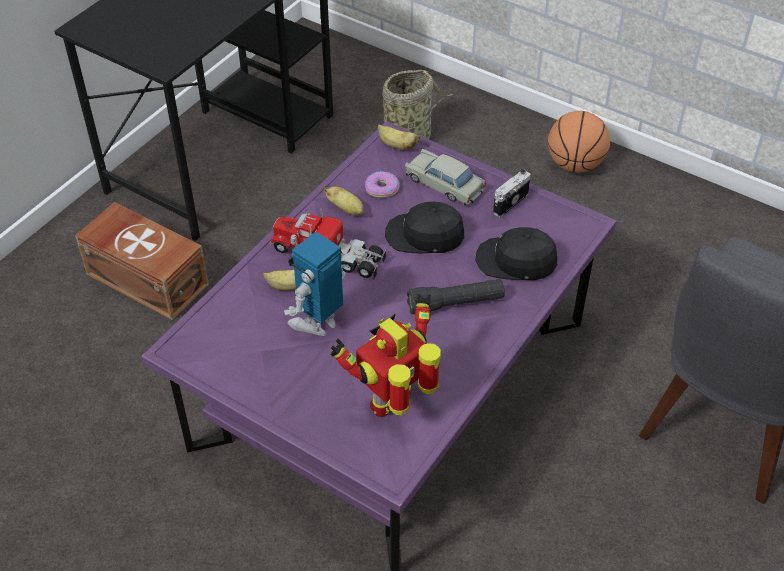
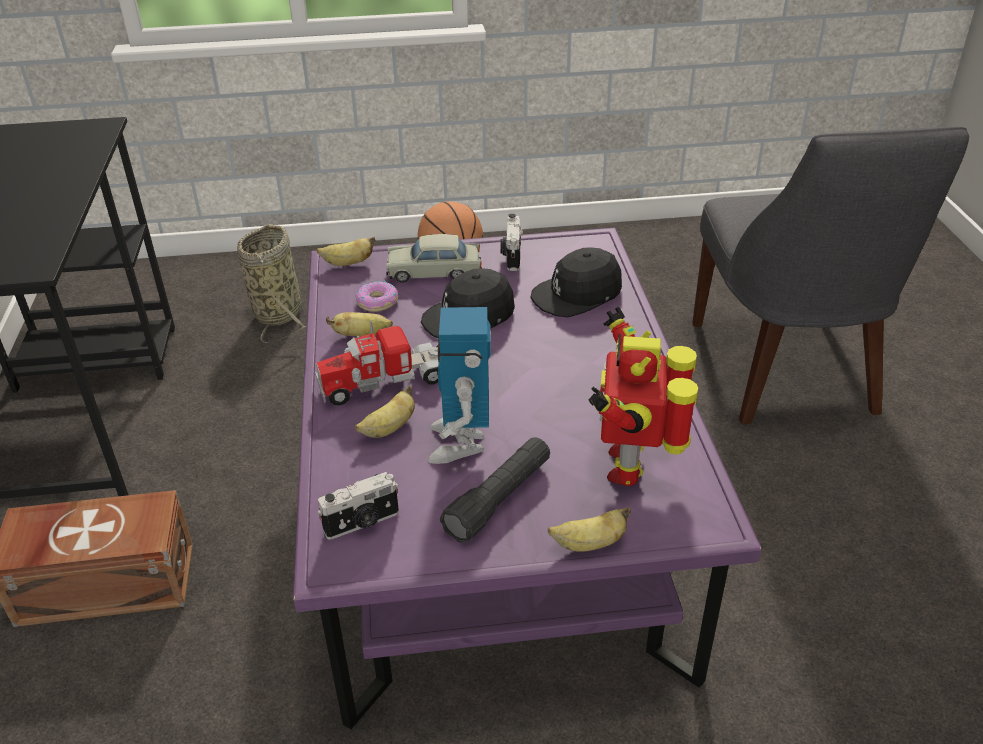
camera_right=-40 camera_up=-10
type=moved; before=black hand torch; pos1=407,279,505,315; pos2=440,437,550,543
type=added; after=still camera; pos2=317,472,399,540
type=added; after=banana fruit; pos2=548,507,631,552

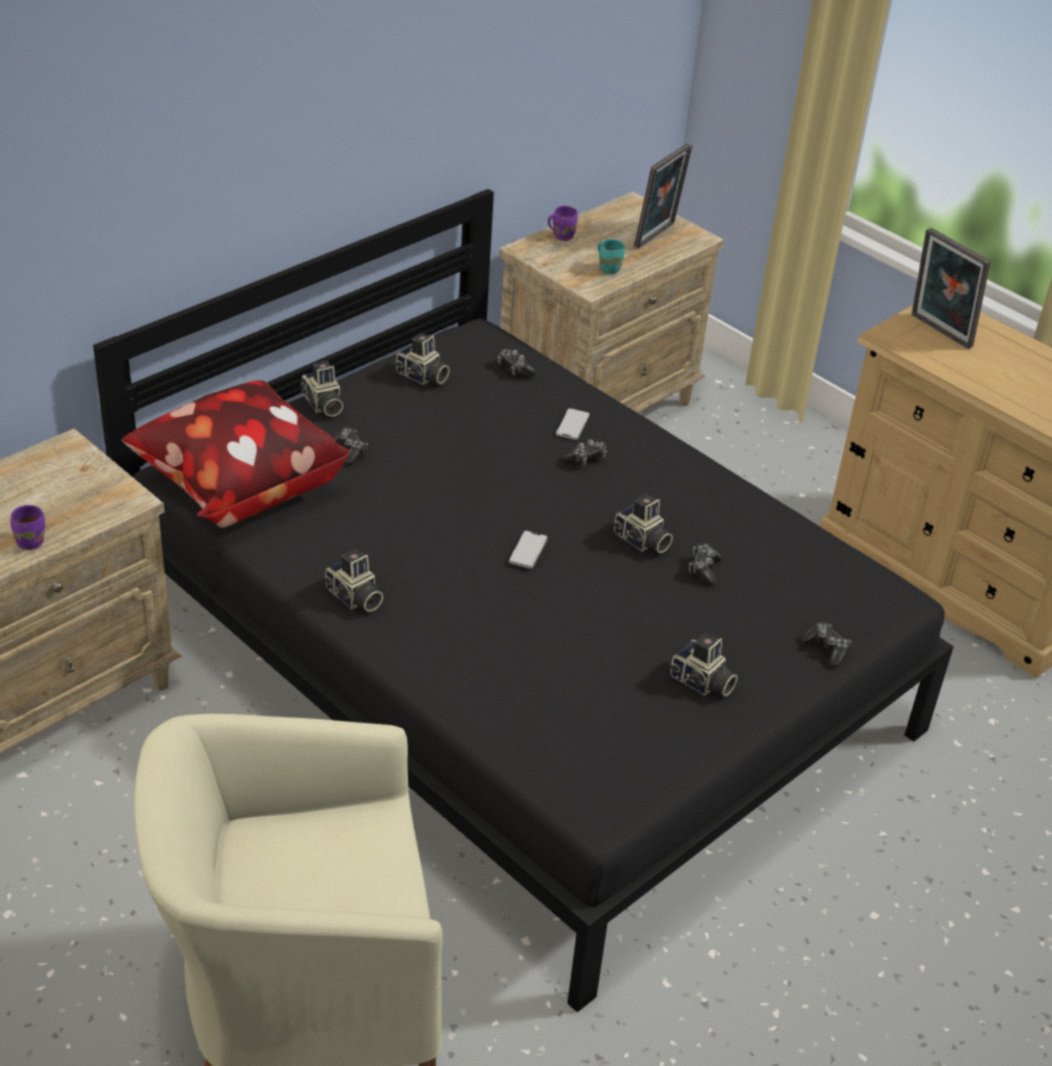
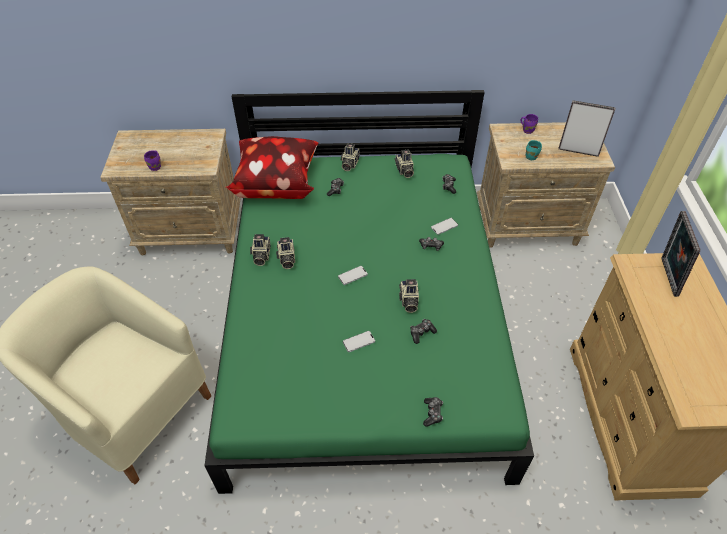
camera_right=45 camera_up=10
type=recoloured; before=black bed; after=green bed; pos1=93,189,954,1012; pos2=204,90,534,494
type=turned; before=photo frame; pos1=634,143,693,249; pos2=559,100,615,157; turn=-150
type=moved; before=still camera; pos1=669,633,738,696; pos2=276,237,295,269
type=added; after=phone; pos2=343,331,375,352

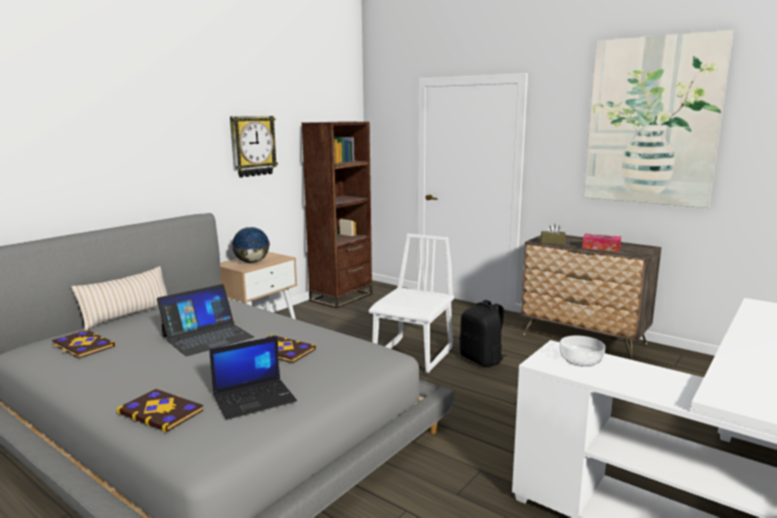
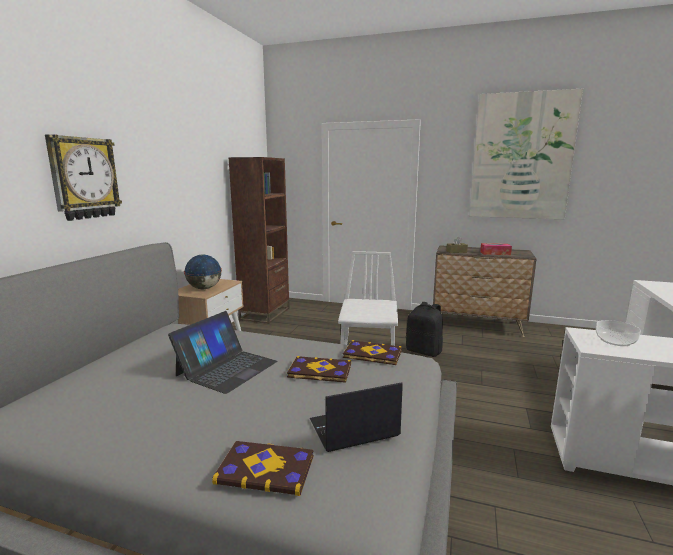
camera_right=-20 camera_up=0
type=moved; before=volume; pos1=52,329,116,359; pos2=343,340,402,365
type=removed; before=beige-coloured throw pillow; pos1=71,266,168,330
type=turned; before=laptop; pos1=209,336,297,420; pos2=310,382,403,452; turn=-150
type=moved; before=clock on the wall; pos1=230,116,278,178; pos2=45,134,122,221

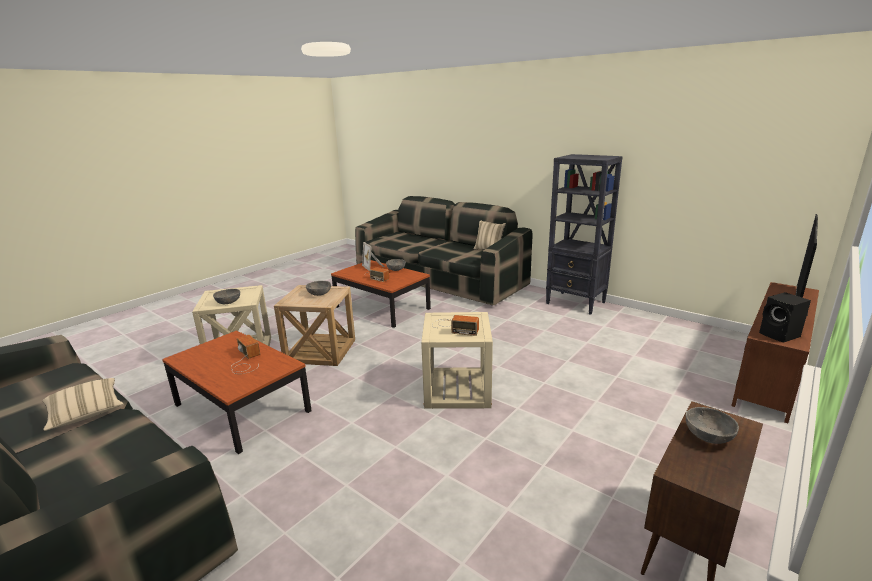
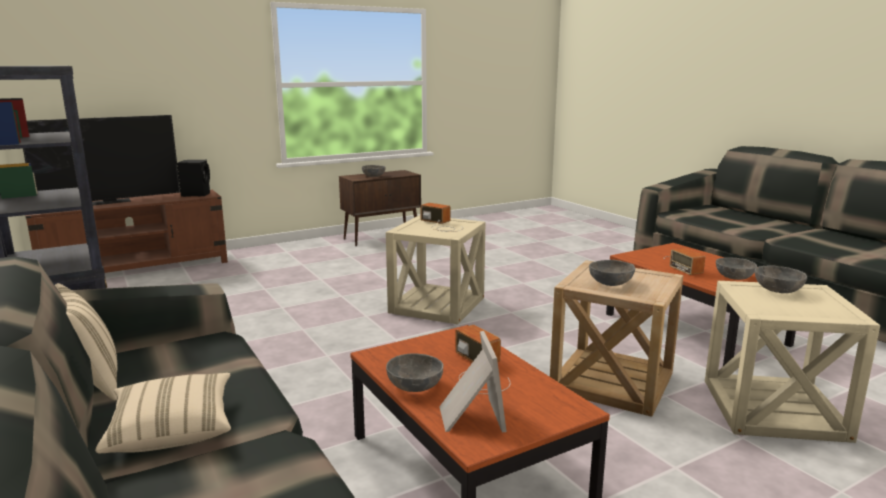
camera_right=-160 camera_up=-5
type=moved; before=beige-coloured throw pillow; pos1=42,378,124,431; pos2=95,373,231,453
type=added; after=gray bowl; pos2=716,257,757,280

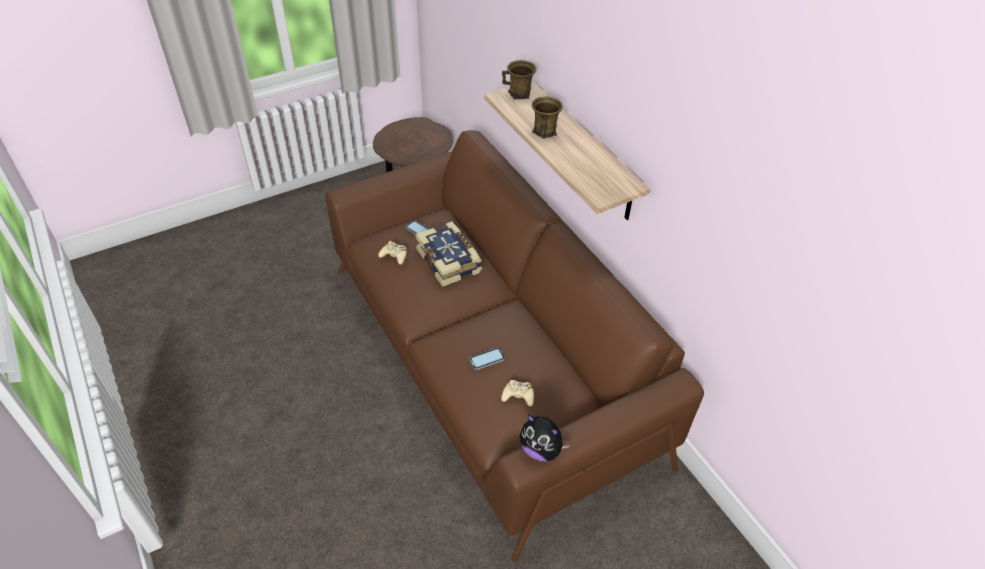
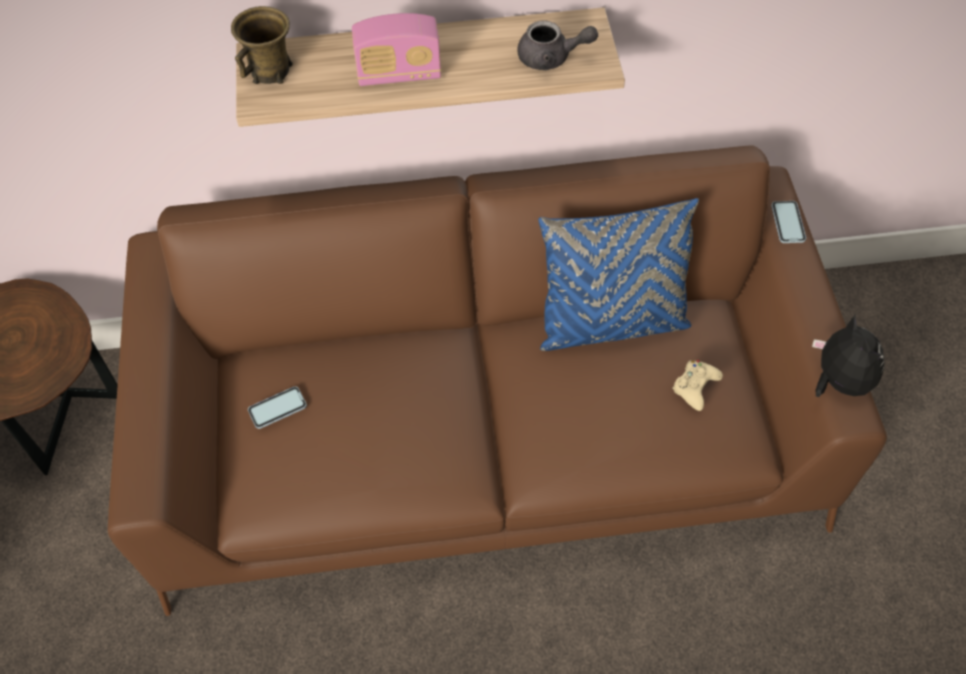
camera_right=-65 camera_up=10
type=removed; before=beige-coloured joypad; pos1=378,241,407,265
type=removed; before=volume; pos1=415,221,482,287
type=moved; before=phone; pos1=469,348,505,370; pos2=771,201,806,243
type=turned; before=cuddly toy; pos1=520,414,570,461; pos2=812,315,884,397; turn=-75
type=replaced; before=brown coffee mug; after=radio; pos1=531,97,563,139; pos2=352,13,441,86
type=added; after=gray tea pot; pos2=517,20,598,70
type=added; after=blue-coloured throw pillow; pos2=538,198,699,351

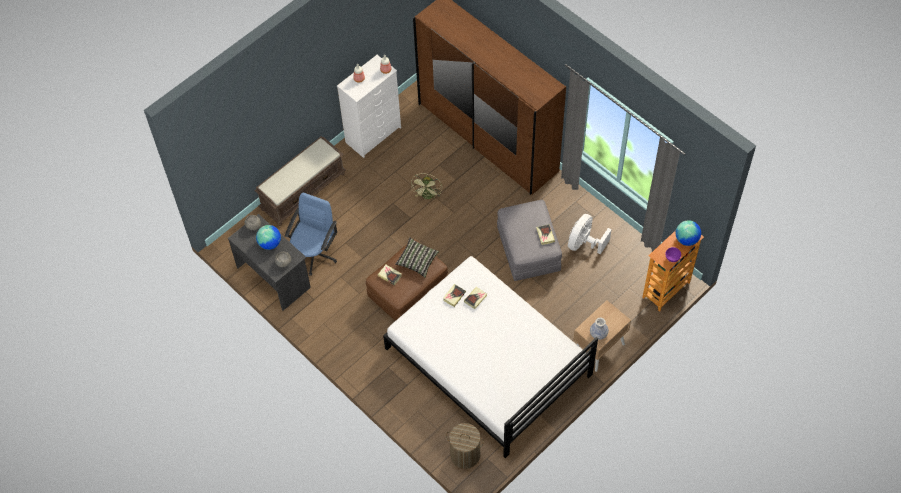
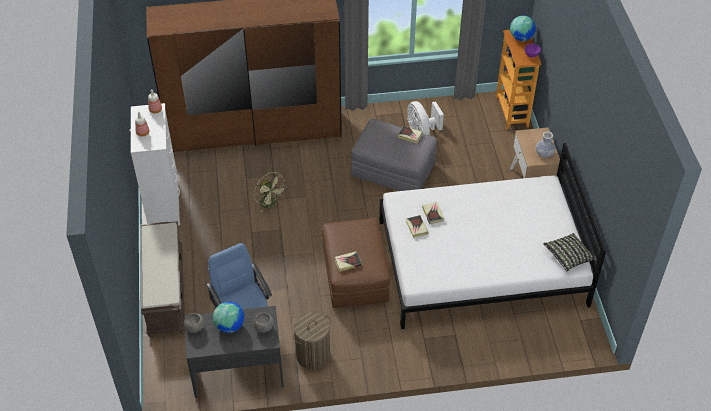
camera_right=-55 camera_up=-10
type=moved; before=throw pillow; pos1=395,238,439,278; pos2=543,233,597,271
type=moved; before=hamper; pos1=446,423,484,469; pos2=293,312,331,369

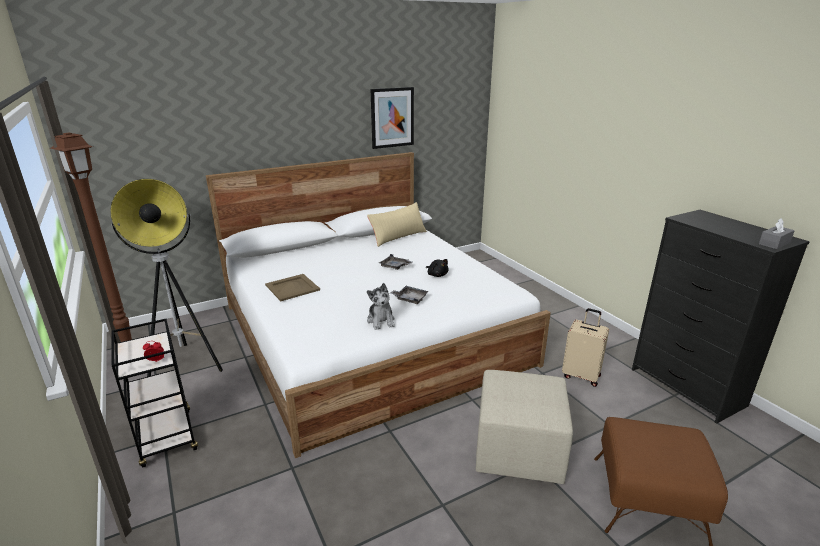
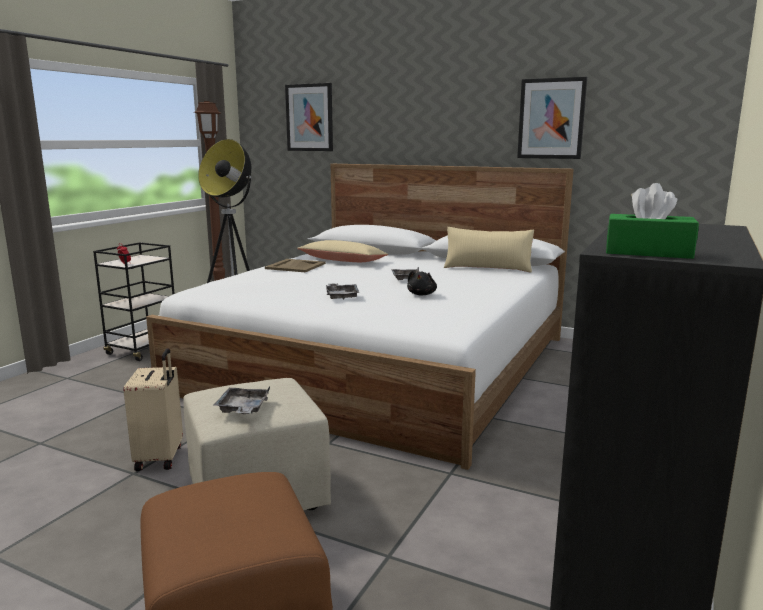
camera_right=55 camera_up=-10
type=removed; before=cuddly toy; pos1=367,283,395,330
type=moved; before=beige-coloured travel case; pos1=562,308,609,387; pos2=124,348,183,471
type=recoloured; before=gray tissue box; after=green tissue box; pos1=759,218,795,249; pos2=606,183,699,259
type=added; after=gray serving tray; pos2=214,387,270,414
type=added; after=wall art; pos2=285,83,333,151
type=added; after=beige-coloured throw pillow; pos2=297,240,388,262

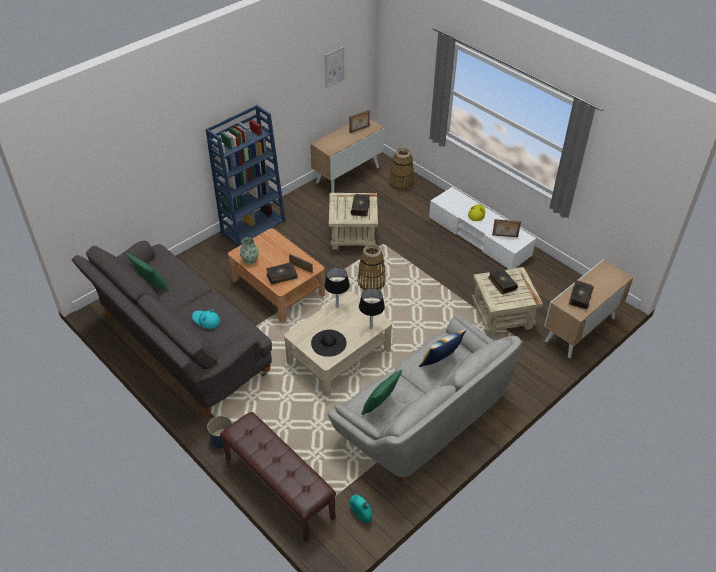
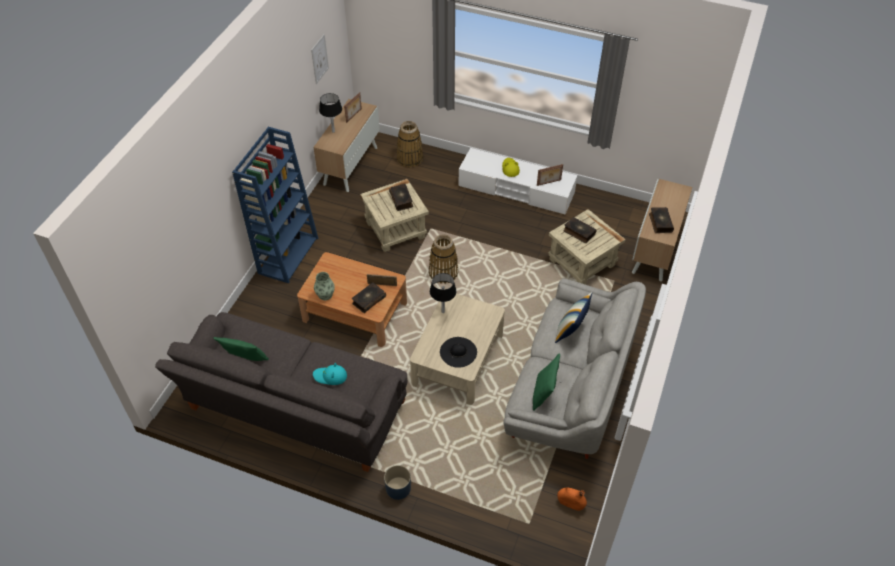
camera_right=-25 camera_up=5
type=removed; before=brown bench; pos1=220,412,336,542
type=recoloured; before=turquoise-coloured decorative vase; after=orangey decorative vase; pos1=349,493,372,523; pos2=557,487,587,511
type=moved; before=black tabletop lamp; pos1=359,288,385,329; pos2=319,93,342,133

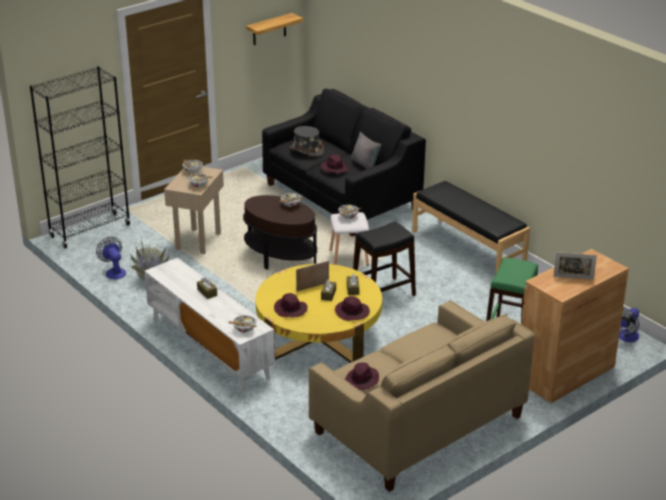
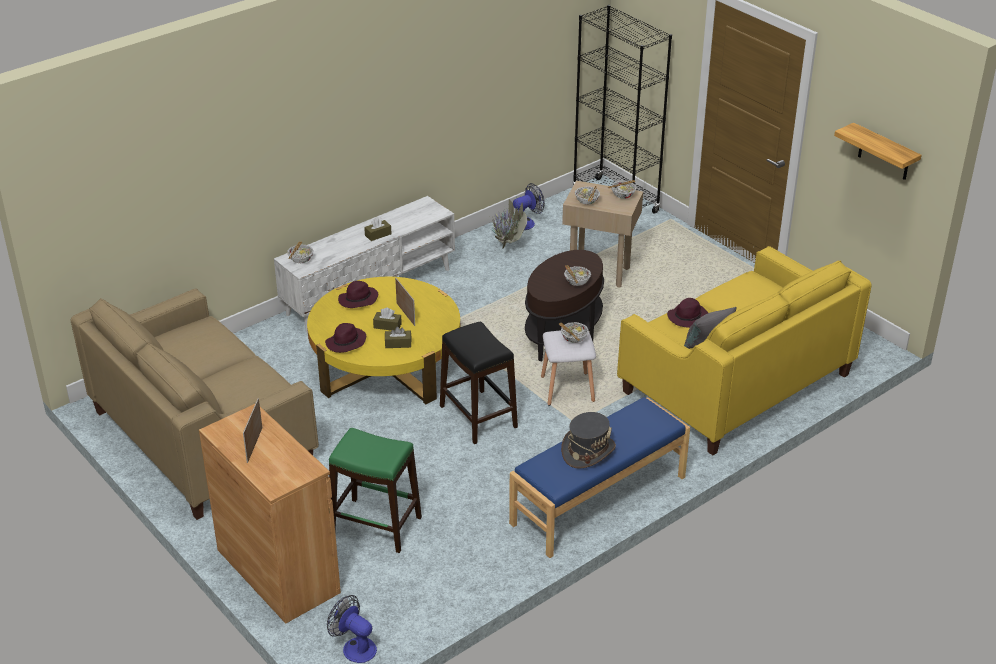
camera_right=90 camera_up=5
type=recoloured; before=black sofa; after=yellow-coloured sofa; pos1=262,88,426,237; pos2=617,246,872,455
type=moved; before=gray hat; pos1=290,126,324,157; pos2=561,412,616,469
type=removed; before=purple-coloured hat; pos1=345,363,379,390
type=recoloured; before=black bench; after=blue-coloured bench; pos1=412,181,530,275; pos2=509,397,690,558

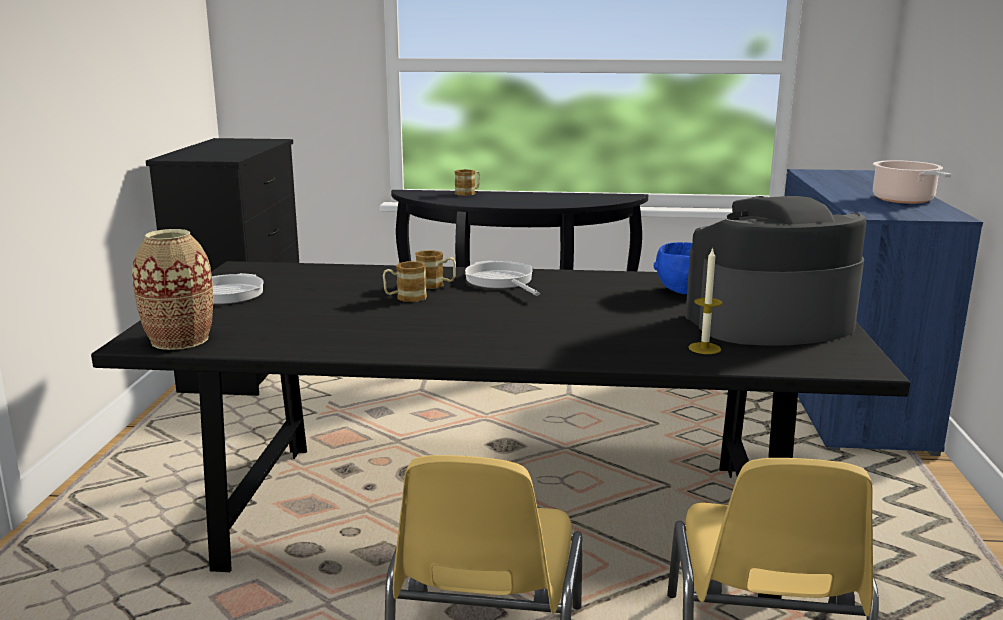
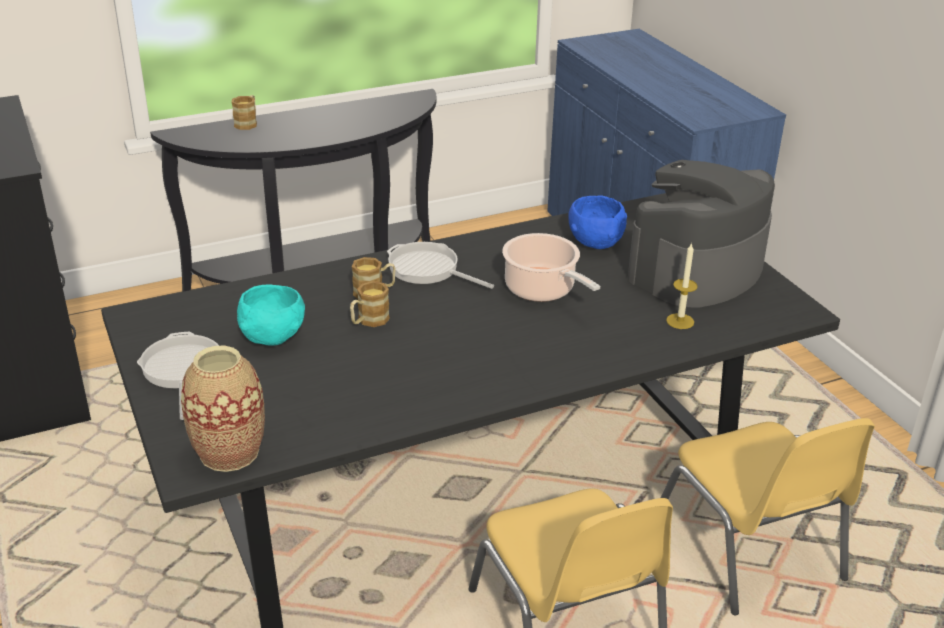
camera_right=-30 camera_up=15
type=moved; before=cooking pot; pos1=873,160,952,204; pos2=502,233,600,302
type=added; after=turquoise-coloured bowl; pos2=237,285,305,346

